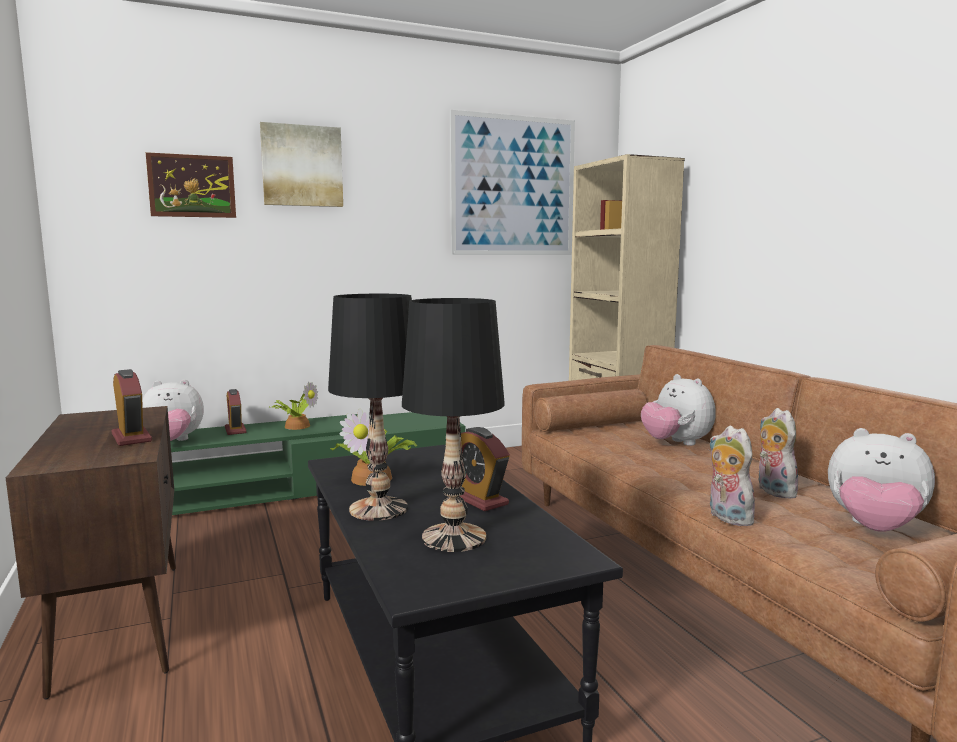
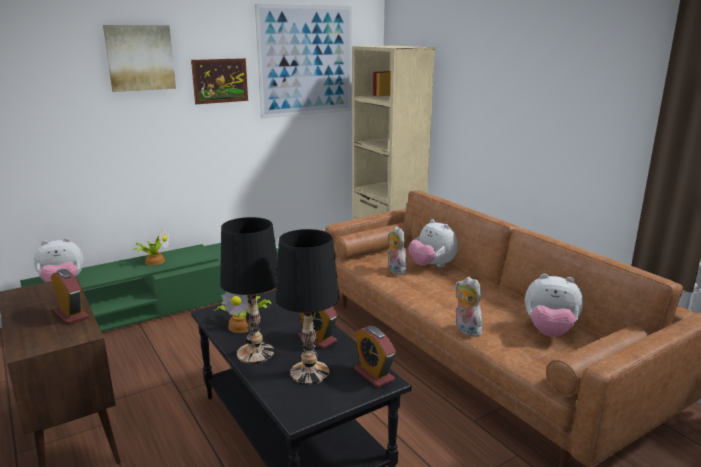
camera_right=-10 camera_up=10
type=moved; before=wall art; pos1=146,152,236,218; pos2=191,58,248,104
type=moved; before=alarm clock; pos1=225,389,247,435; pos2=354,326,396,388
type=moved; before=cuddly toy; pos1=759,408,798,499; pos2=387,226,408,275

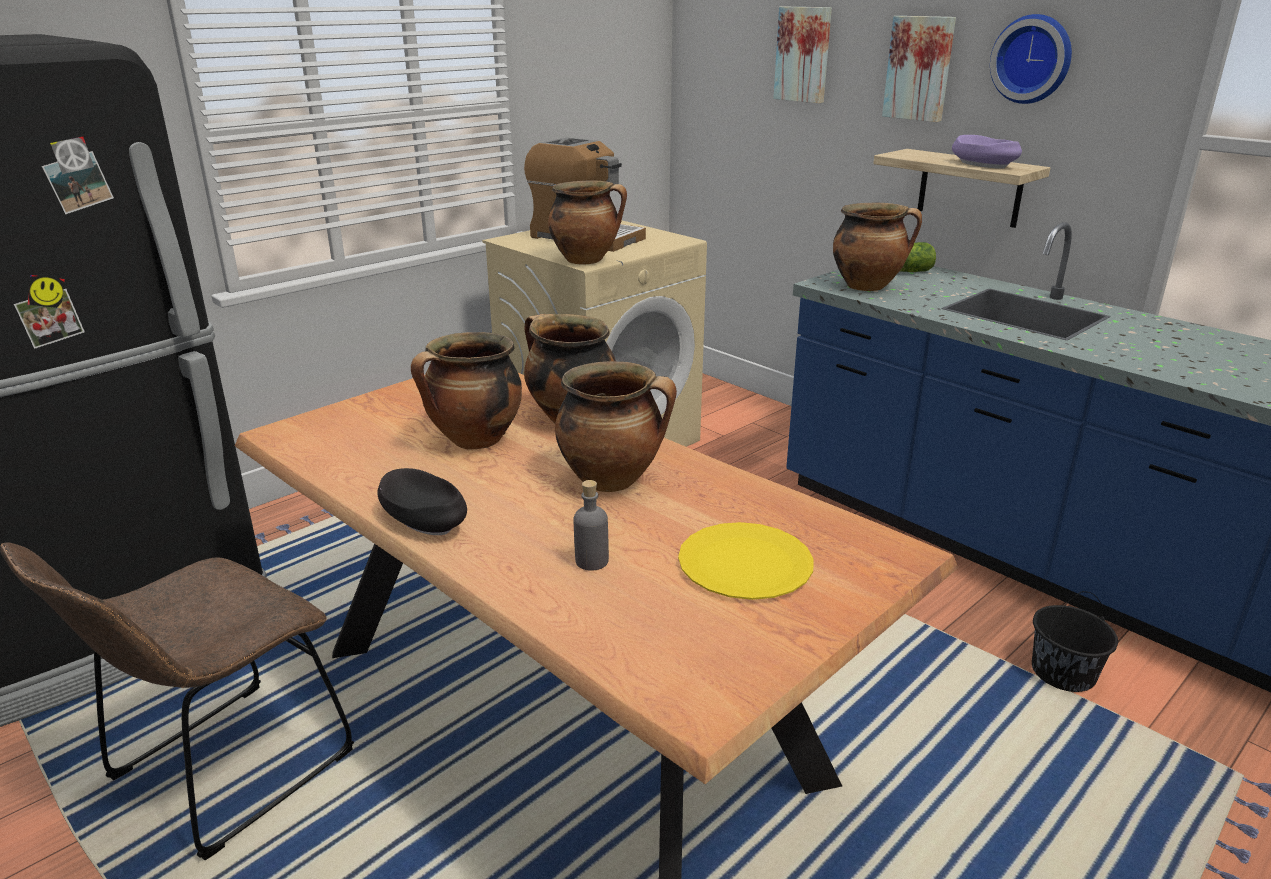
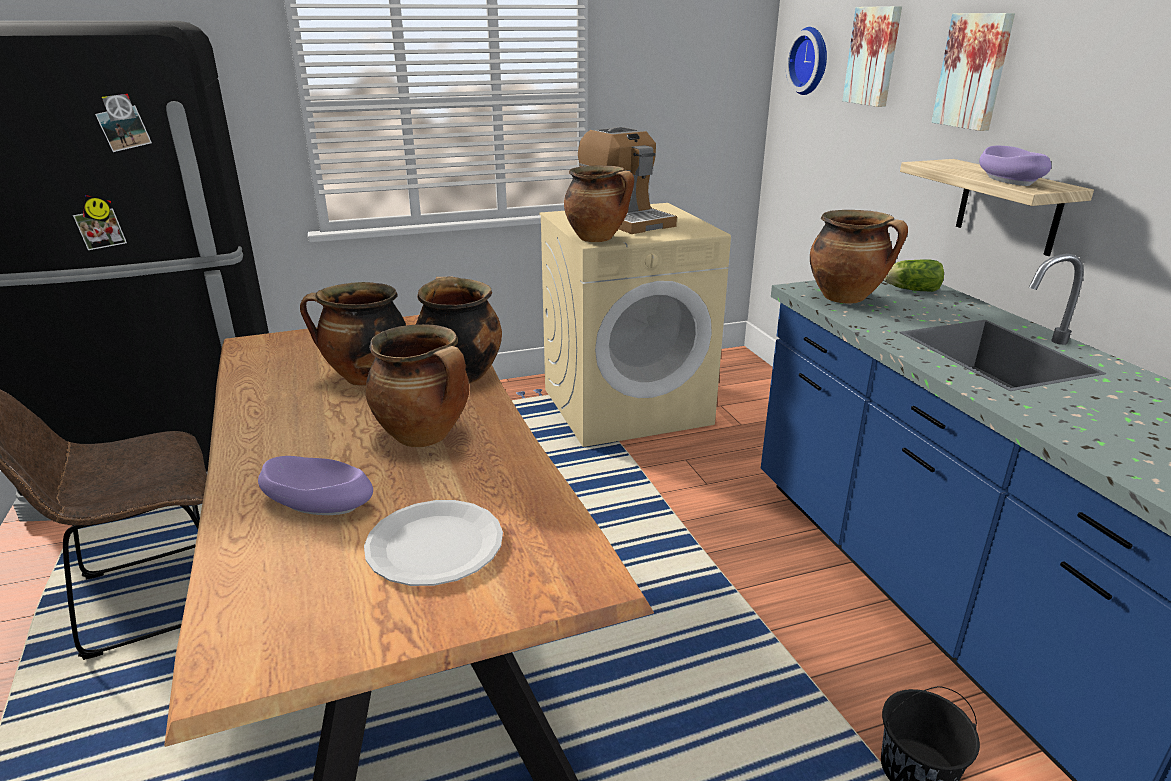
camera_right=25 camera_up=0
type=removed; before=black bowl; pos1=378,468,467,535
type=replaced; before=gray bottle; after=purple-coloured bowl; pos1=574,480,609,571; pos2=258,456,373,515
type=recoloured; before=yellow-coloured plate; after=whitish plate; pos1=678,522,814,600; pos2=364,500,503,586
type=moved; before=clock on the wall; pos1=990,14,1072,104; pos2=786,27,827,95

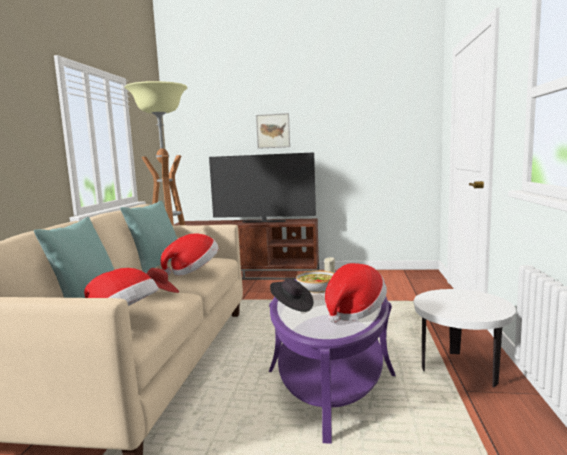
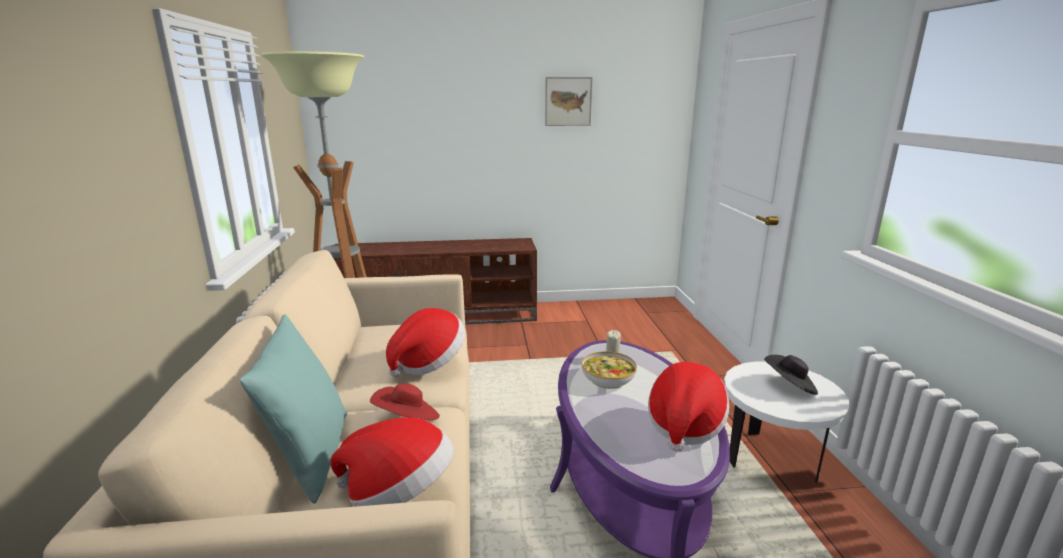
camera_right=-15 camera_up=10
type=removed; before=turquoise-coloured throw pillow; pos1=120,201,177,273
type=removed; before=TV; pos1=209,152,316,223
type=moved; before=wall art; pos1=256,113,290,149; pos2=545,77,593,126
type=moved; before=black hat; pos1=270,279,313,312; pos2=764,355,818,395

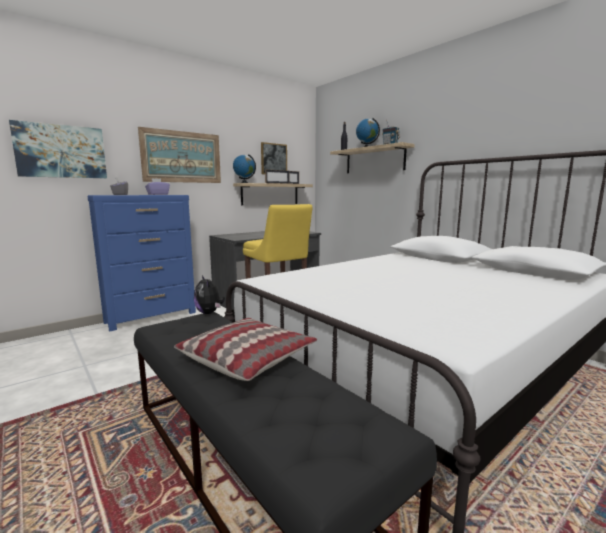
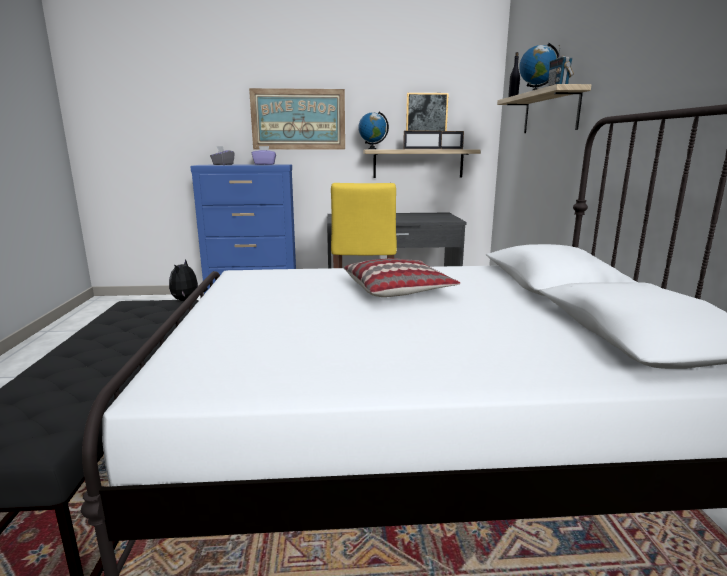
camera_right=35 camera_up=5
type=removed; before=wall art; pos1=9,120,107,178
type=moved; before=throw pillow; pos1=174,318,317,381; pos2=344,258,460,297

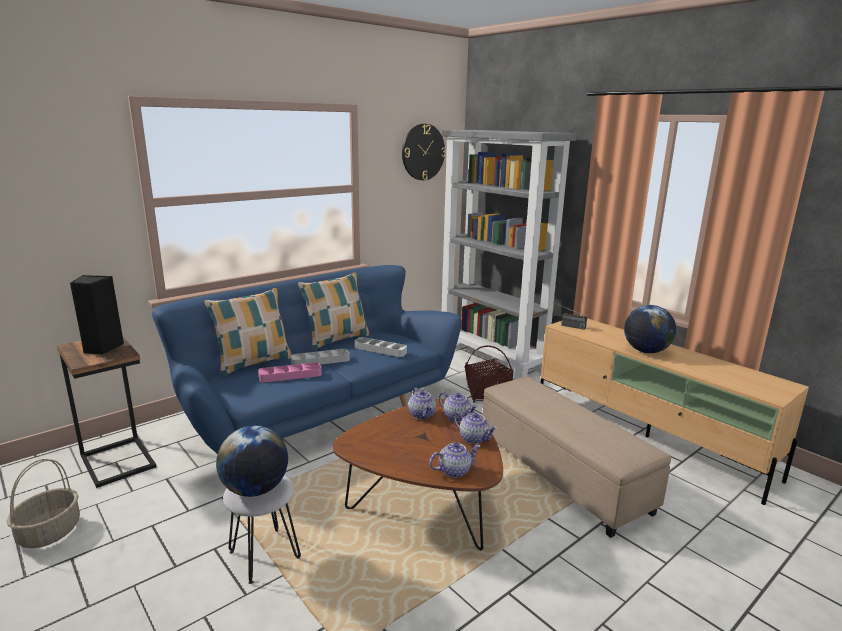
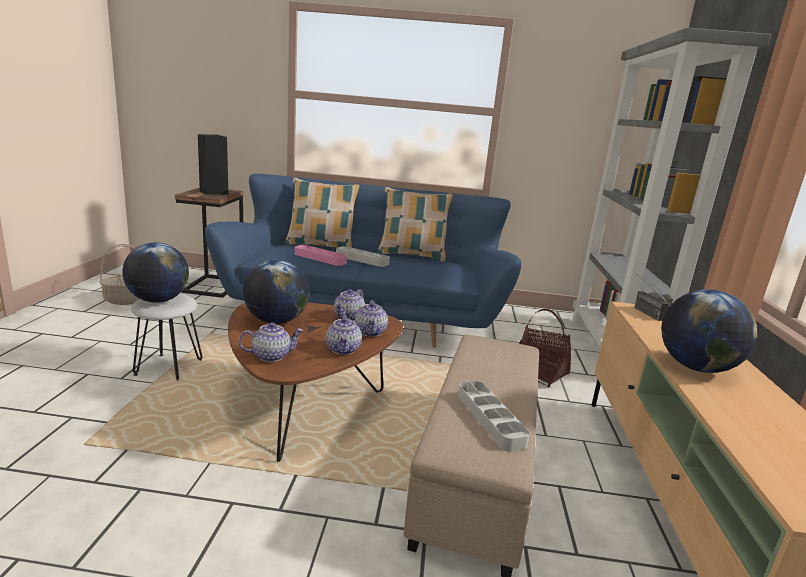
camera_right=45 camera_up=0
type=moved; before=gray serving tray; pos1=355,337,407,357; pos2=458,381,530,451
type=removed; before=clock on the wall; pos1=402,124,446,180
type=turned; before=tea pot; pos1=429,442,481,478; pos2=238,322,303,362; turn=-45
type=added; after=world globe; pos2=243,259,310,324

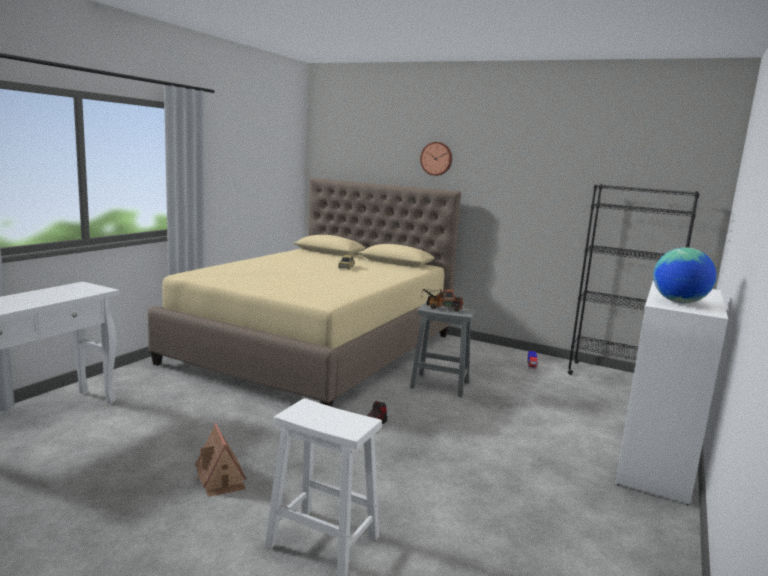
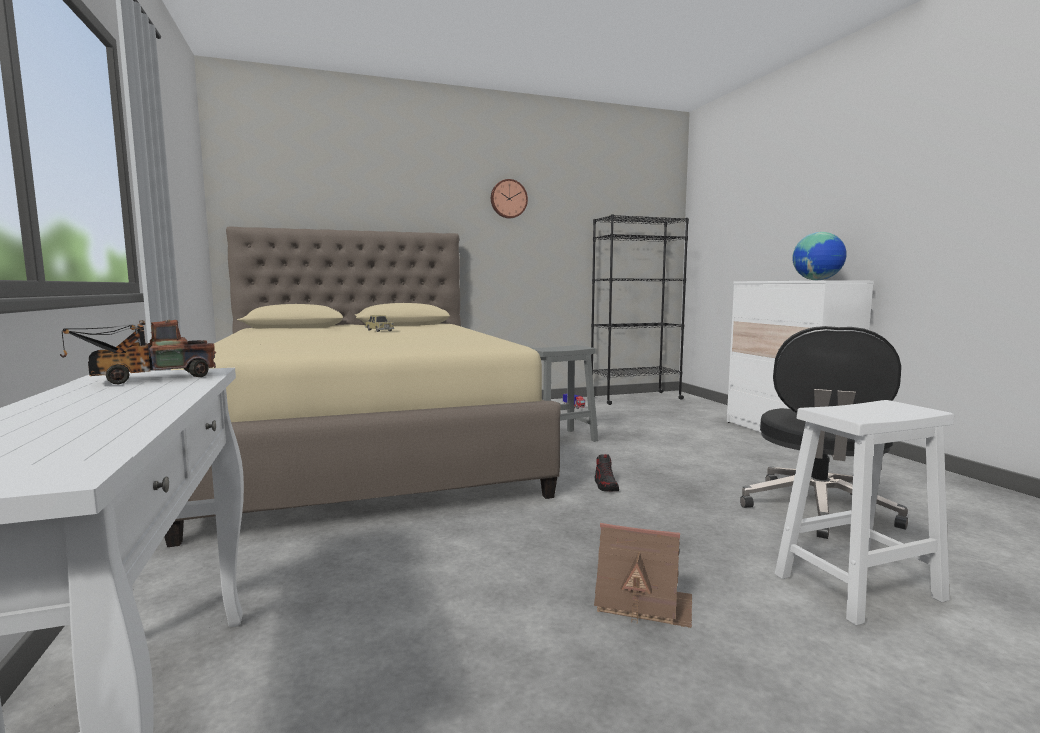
camera_right=-45 camera_up=-5
type=moved; before=clock on the wall; pos1=420,142,452,176; pos2=491,179,528,218
type=moved; before=toy truck; pos1=421,289,464,312; pos2=60,320,216,385
type=added; after=black office chair; pos2=740,326,908,539

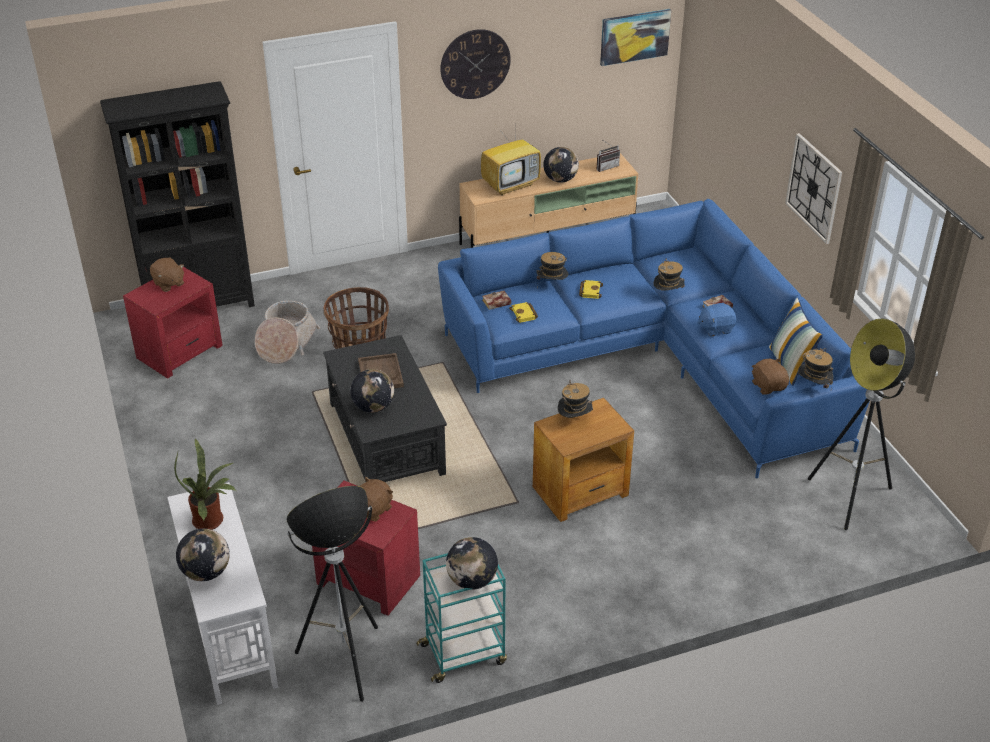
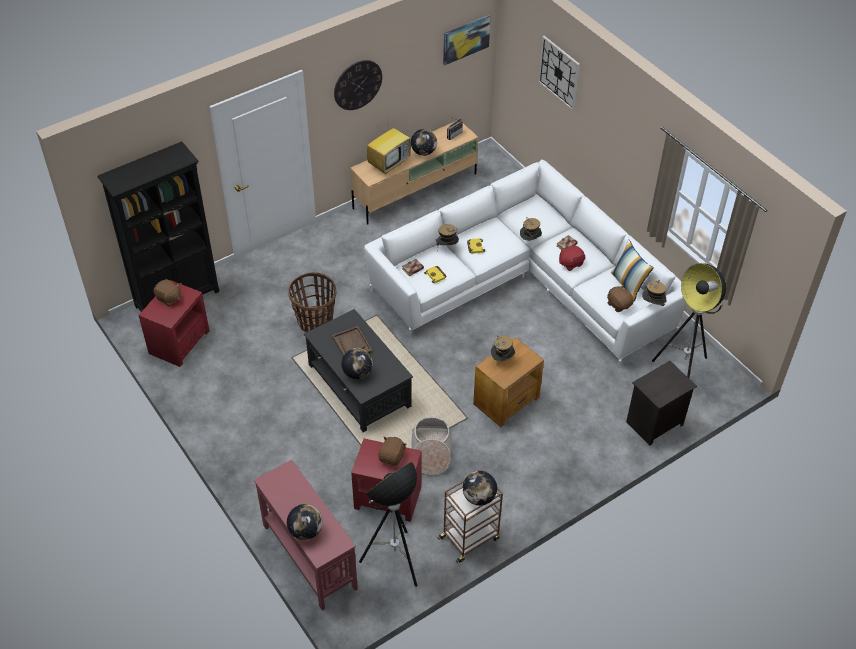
camera_right=-15 camera_up=10
type=recoloured; before=whitish narrow table; after=red-coloured narrow table; pos1=167,482,278,705; pos2=254,460,358,611
type=removed; before=potted plant; pos1=174,439,236,530
type=moved; before=basket; pos1=255,301,320,364; pos2=412,417,452,475
type=recoloured; before=turquoise-coloured trolley; after=brown trolley; pos1=416,553,507,683; pos2=438,470,503,563
type=recoloured; before=blue-coloured sofa; after=whitish sofa; pos1=438,199,870,478; pos2=364,160,687,367
type=recoloured; before=blue-coloured cuddly toy; after=red-coloured cuddly toy; pos1=697,303,736,336; pos2=559,245,585,271
type=moved; before=clock on the wall; pos1=785,133,843,244; pos2=538,36,580,111
type=added; after=black night table; pos2=626,361,697,446

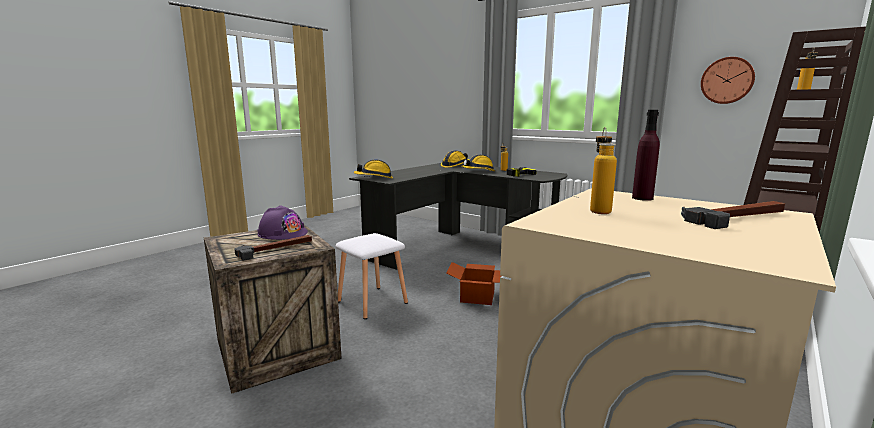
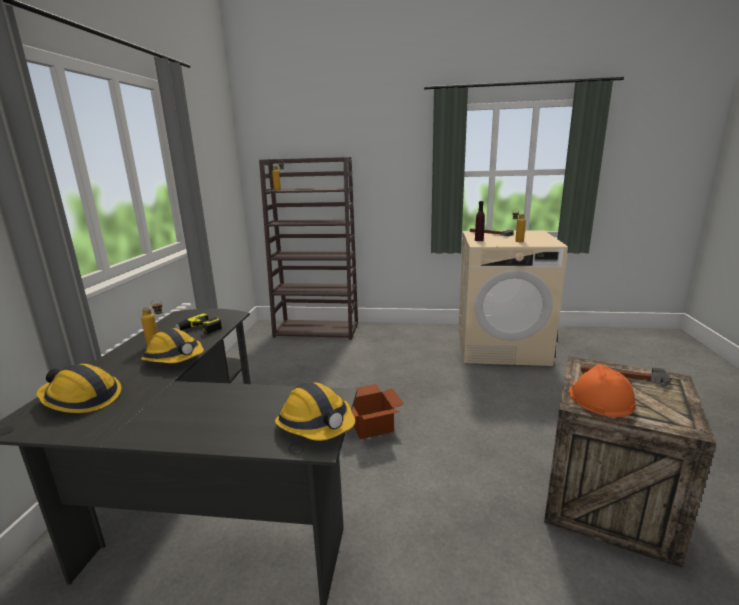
camera_right=-120 camera_up=5
type=recoloured; before=purple-coloured hard hat; after=orangey hard hat; pos1=258,205,308,240; pos2=569,364,635,417
type=removed; before=whitish stool seat; pos1=336,233,408,319
type=removed; before=clock on the wall; pos1=701,57,755,104

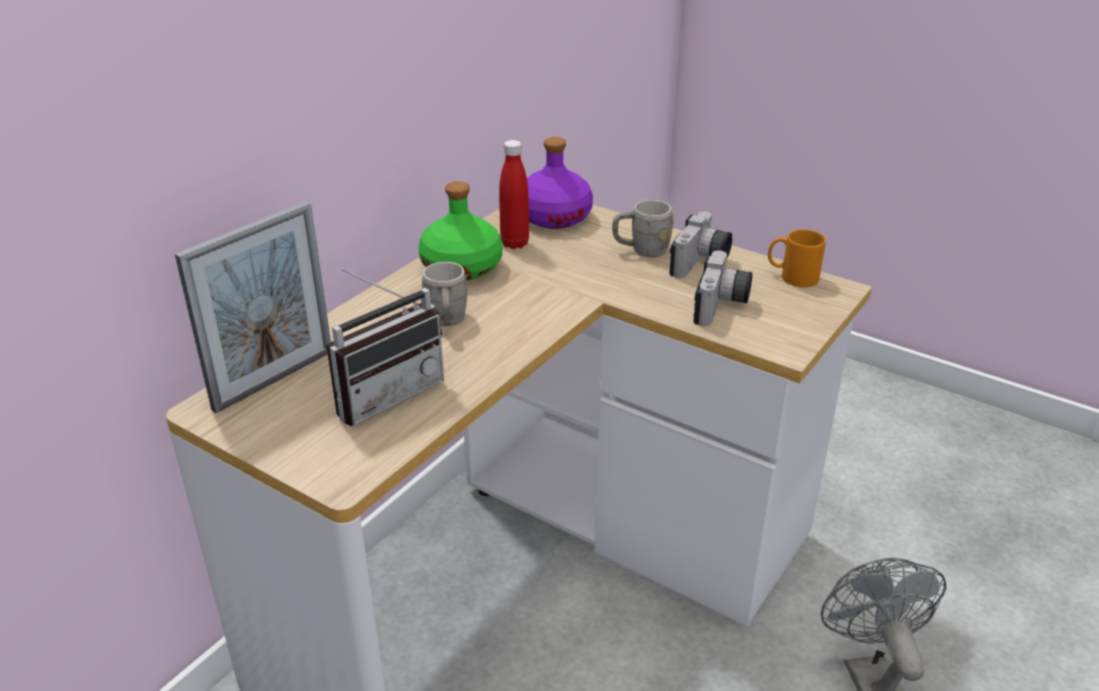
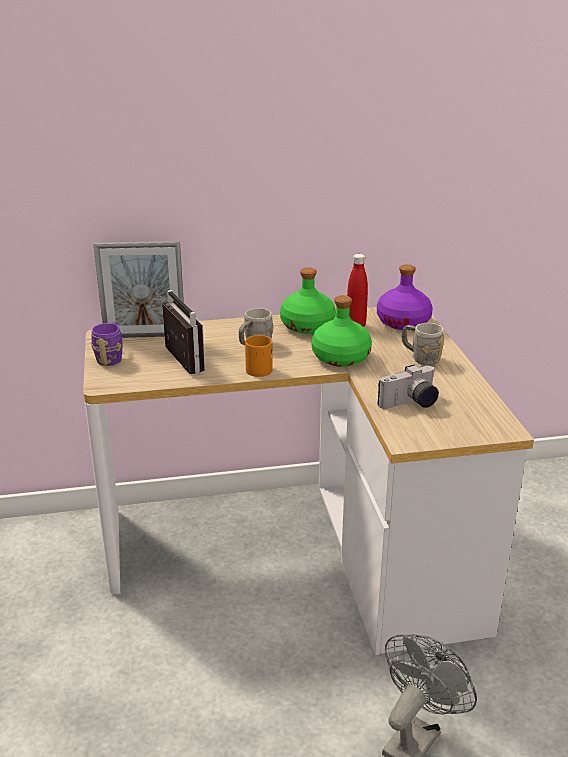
camera_right=45 camera_up=-5
type=turned; before=radio; pos1=326,268,444,426; pos2=155,290,205,374; turn=-120
type=removed; before=still camera; pos1=669,211,732,278
type=moved; before=orangey coffee mug; pos1=768,229,826,287; pos2=245,335,273,377
type=added; after=purple-coloured coffee mug; pos2=91,322,122,366
type=added; after=green bottle; pos2=311,295,372,367

